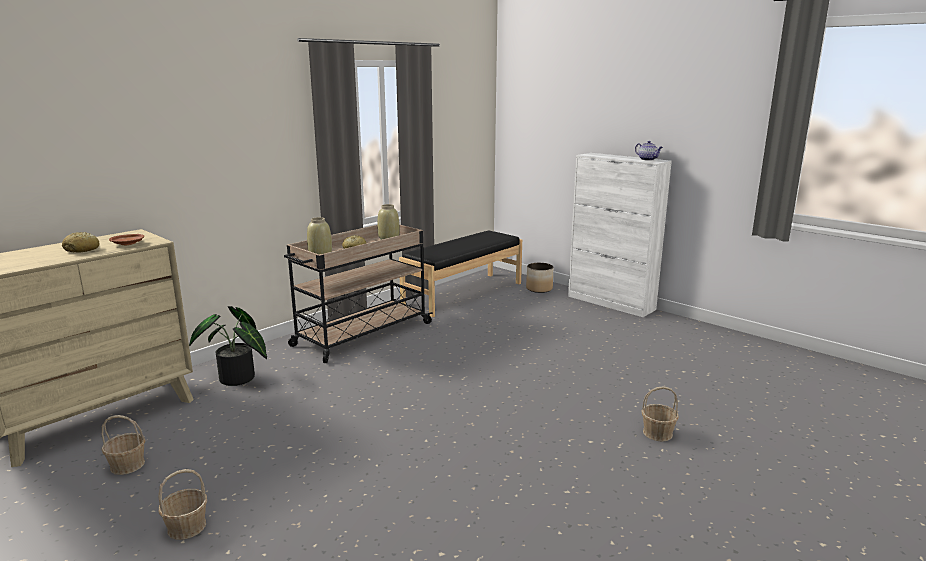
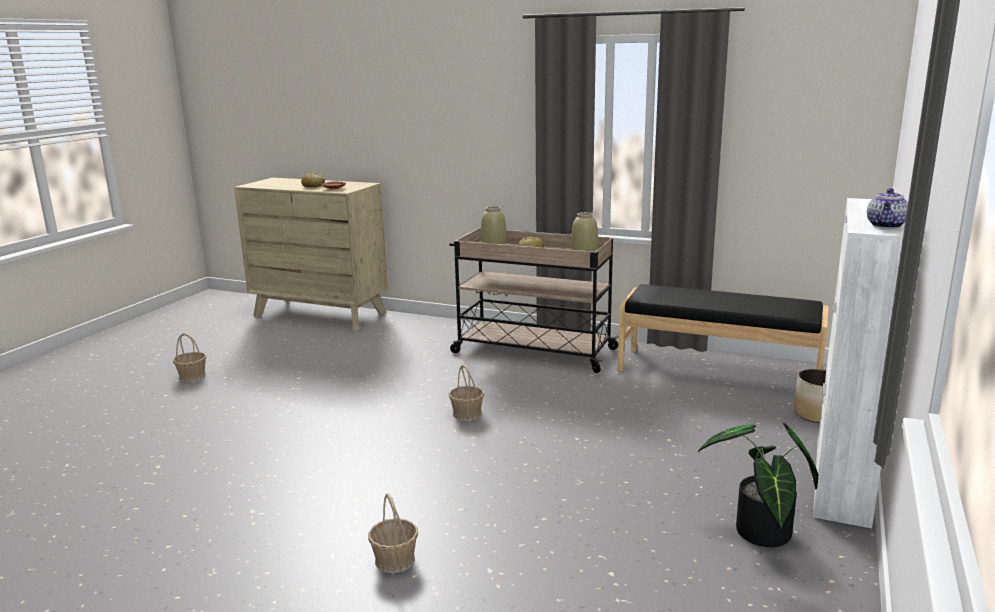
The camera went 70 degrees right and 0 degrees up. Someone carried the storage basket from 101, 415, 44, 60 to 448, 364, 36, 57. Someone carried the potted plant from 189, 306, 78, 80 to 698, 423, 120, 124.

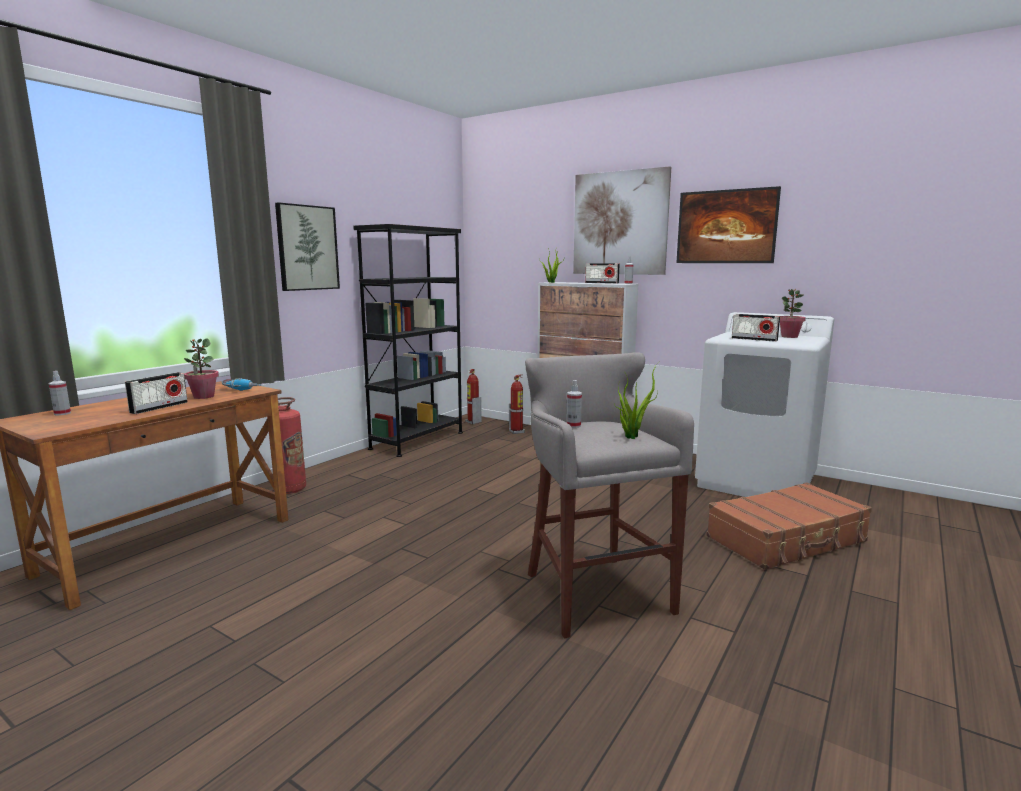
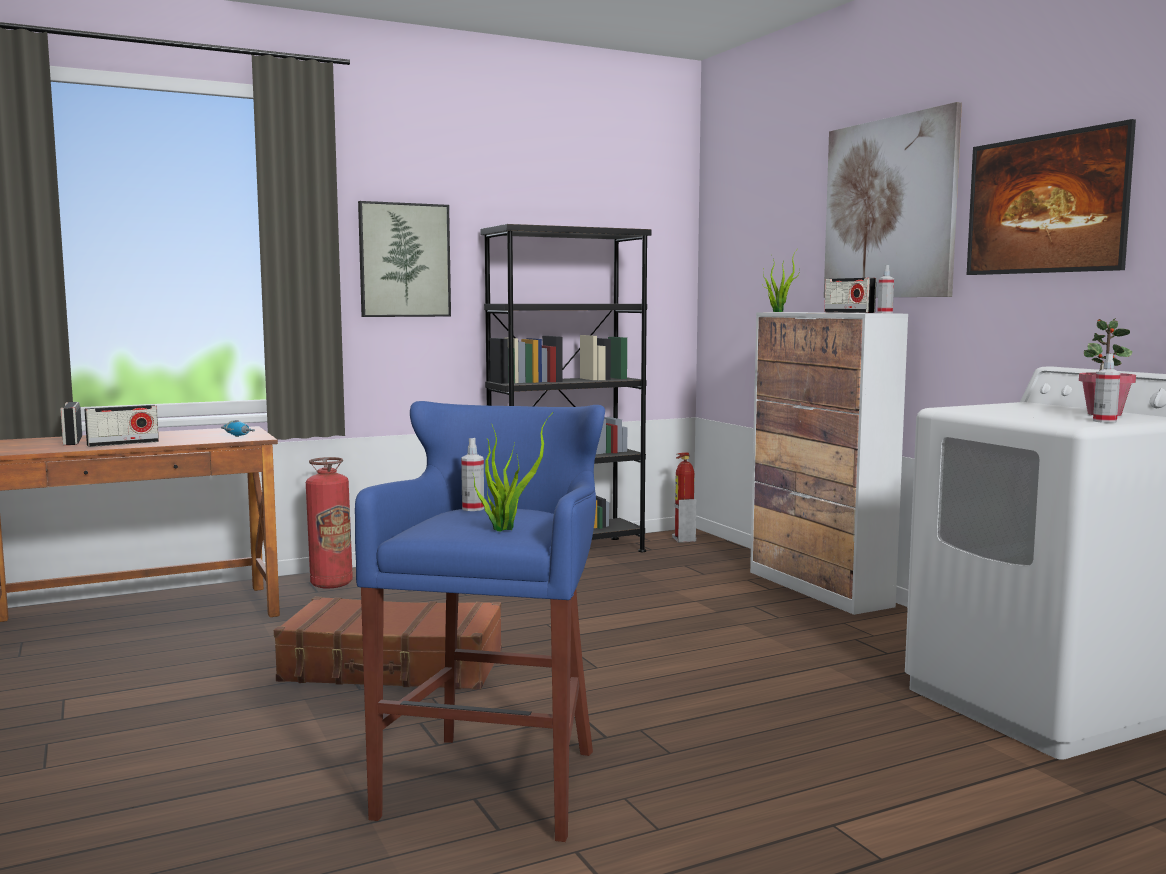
The camera went 30 degrees right and 5 degrees down. Someone carried the radio from 732, 314, 48, 28 to 60, 402, 22, 43. Someone carried the brownish travel case from 706, 482, 166, 88 to 274, 597, 228, 93. Someone repainted the greyish stool at 525, 352, 169, 287, which became the blue stool at 355, 401, 250, 441. Someone carried the sprayer from 49, 371, 22, 44 to 1093, 353, 28, 70. Someone took away the potted plant at 184, 338, 35, 61. Someone took away the extinguisher at 509, 374, 16, 60.

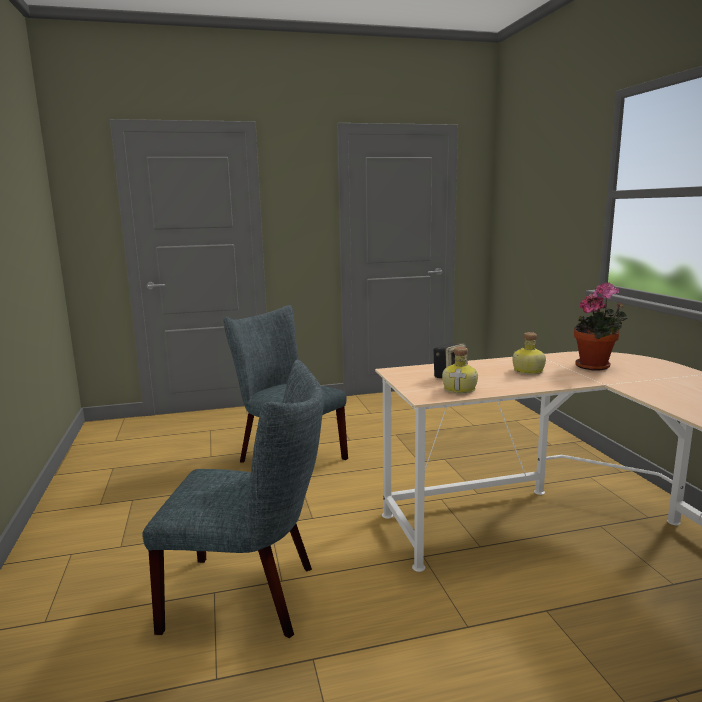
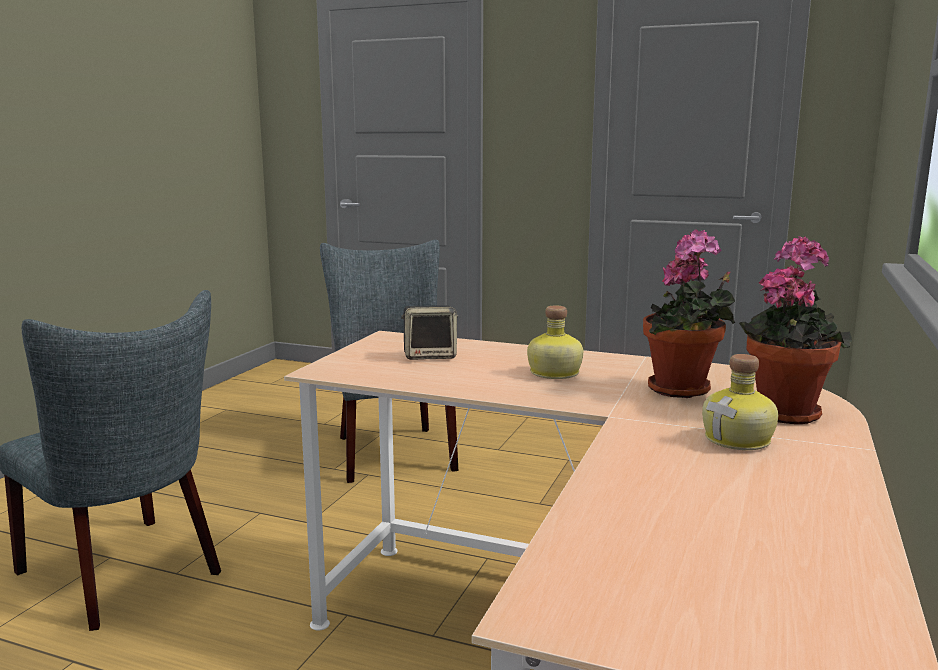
The camera went 35 degrees right and 0 degrees up. Someone carried the drink bottle from 442, 347, 36, 46 to 702, 354, 76, 96. Someone put down the potted plant at 739, 236, 113, 188.

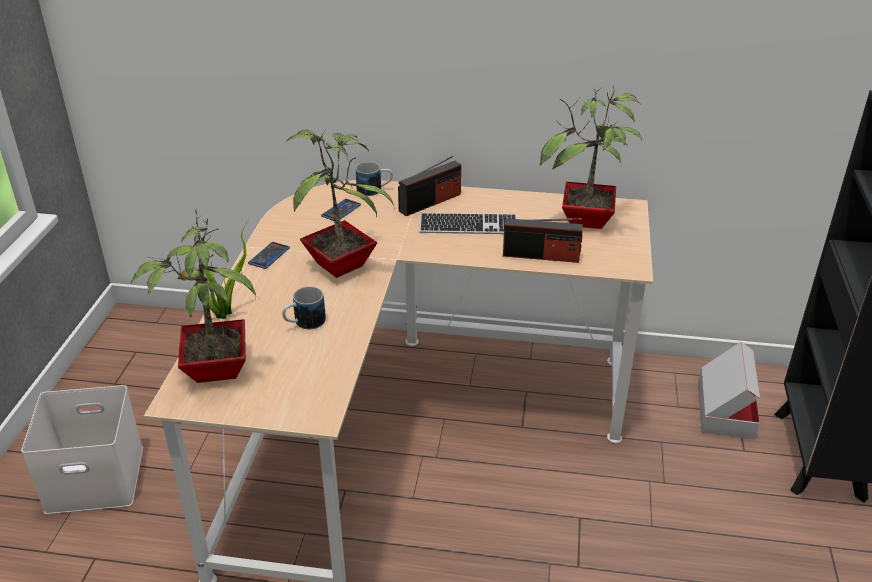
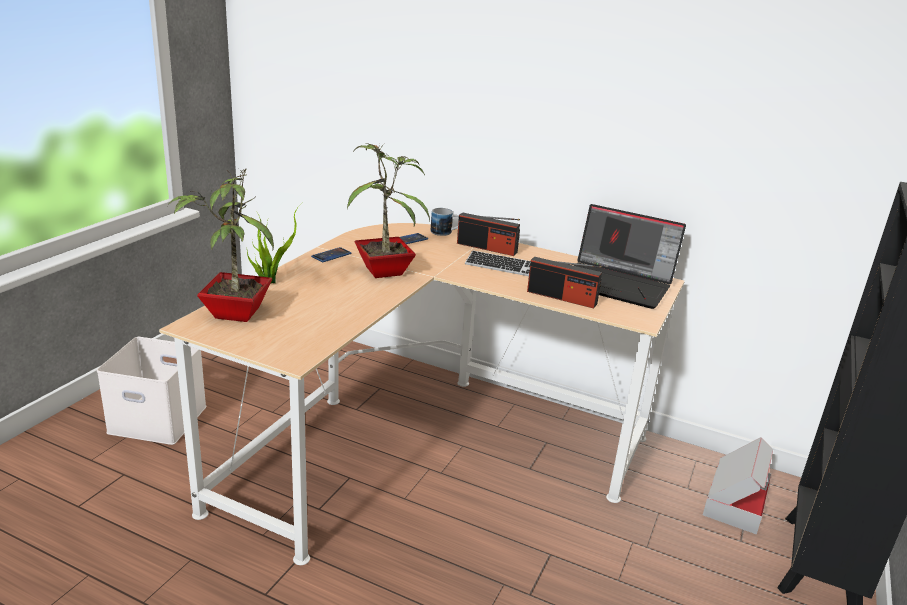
The camera went 15 degrees right and 10 degrees down. Someone rotated the radio at 398, 156, 63, 60 by 45 degrees clockwise. Someone swapped the potted plant at 540, 86, 102, 143 for the laptop at 574, 204, 112, 105. Someone took away the mug at 282, 286, 44, 43.

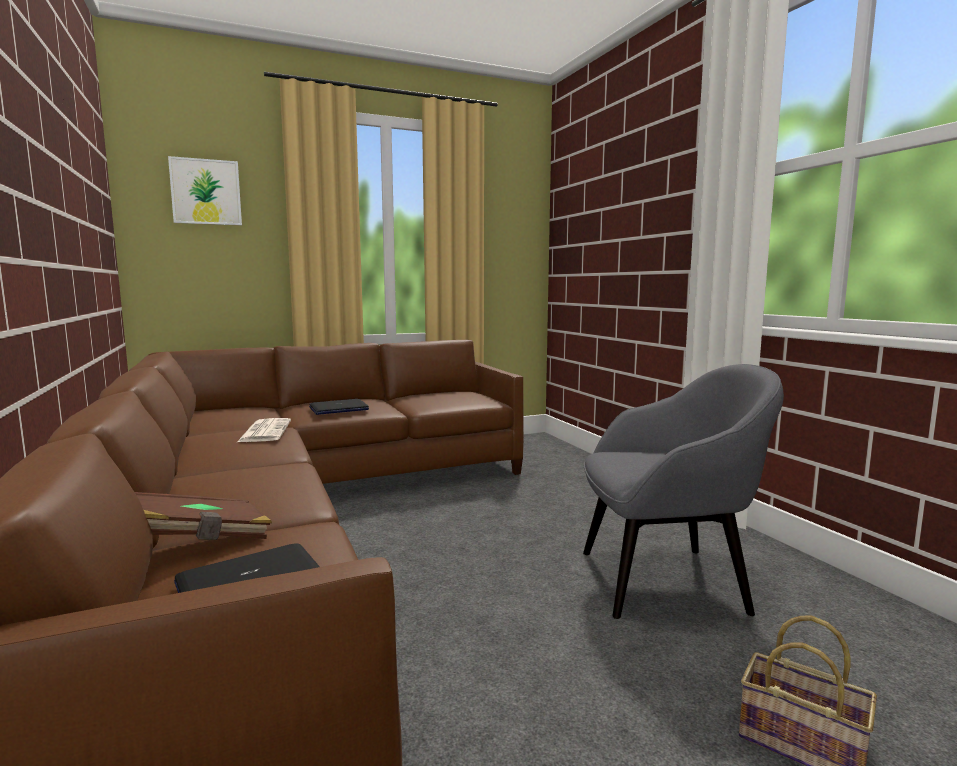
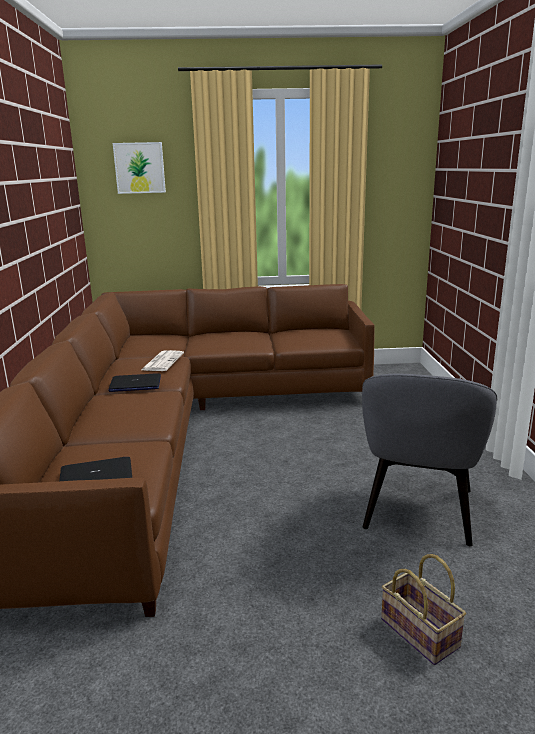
The camera went 20 degrees right and 10 degrees up. Someone carried the laptop from 309, 399, 60, 16 to 108, 373, 53, 19. Someone rotated the greyish lounge chair at 583, 364, 201, 255 by 90 degrees clockwise. Someone took away the brownish book at 135, 492, 137, 48.

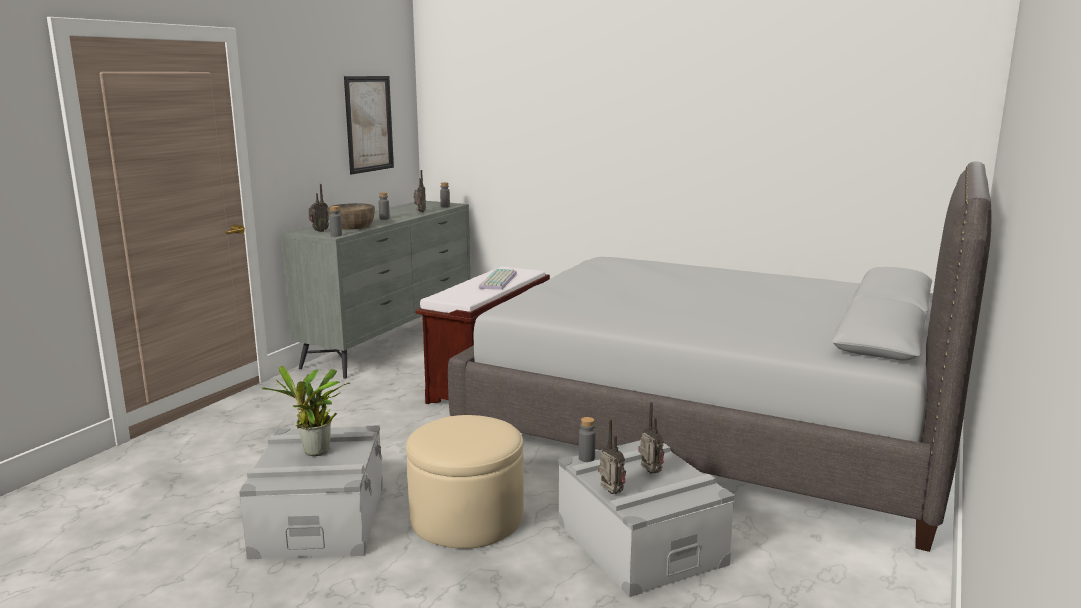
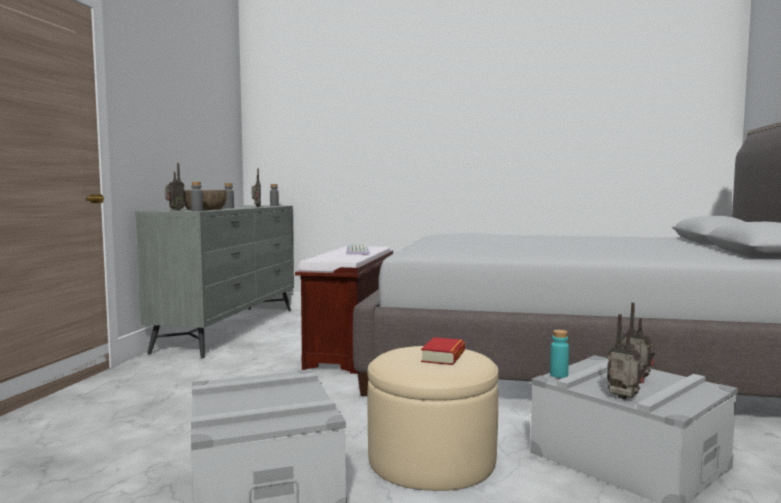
The camera went 15 degrees left and 10 degrees down. Someone put down the book at 421, 337, 44, 28. Someone repainted the greyish drink bottle at 579, 417, 17, 45, which became the turquoise-coloured drink bottle at 550, 330, 19, 48. Someone took away the potted plant at 261, 366, 89, 90. Someone took away the wall art at 344, 76, 50, 98.

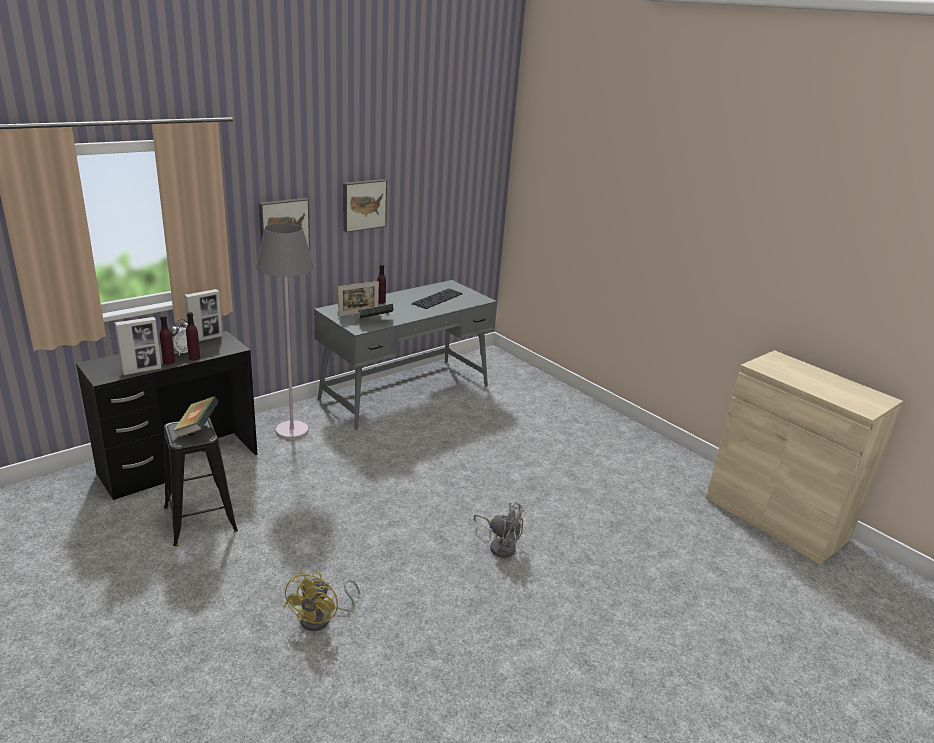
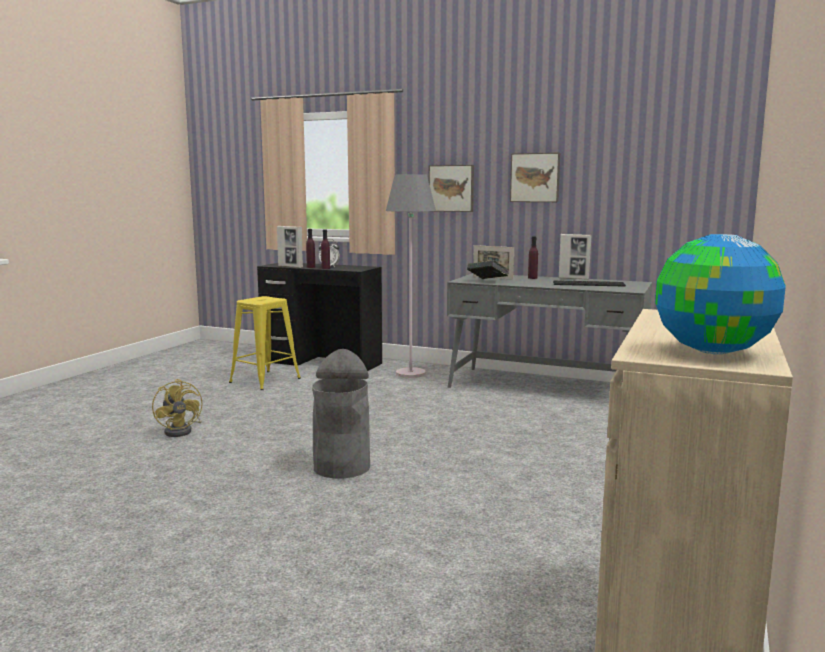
The camera went 65 degrees right and 15 degrees down. Someone rotated the yellow cooling fan at 284, 572, 76, 59 by 105 degrees counterclockwise. Someone repainted the blackish stool at 164, 418, 74, 128, which became the yellow stool at 229, 296, 72, 94. Someone swapped the greyish cooling fan at 474, 503, 50, 55 for the greyish waste bin at 312, 349, 58, 129. Someone carried the picture frame from 184, 289, 39, 52 to 559, 234, 33, 46. Someone put down the world globe at 655, 234, 131, 120. Someone took away the book at 173, 397, 46, 41.

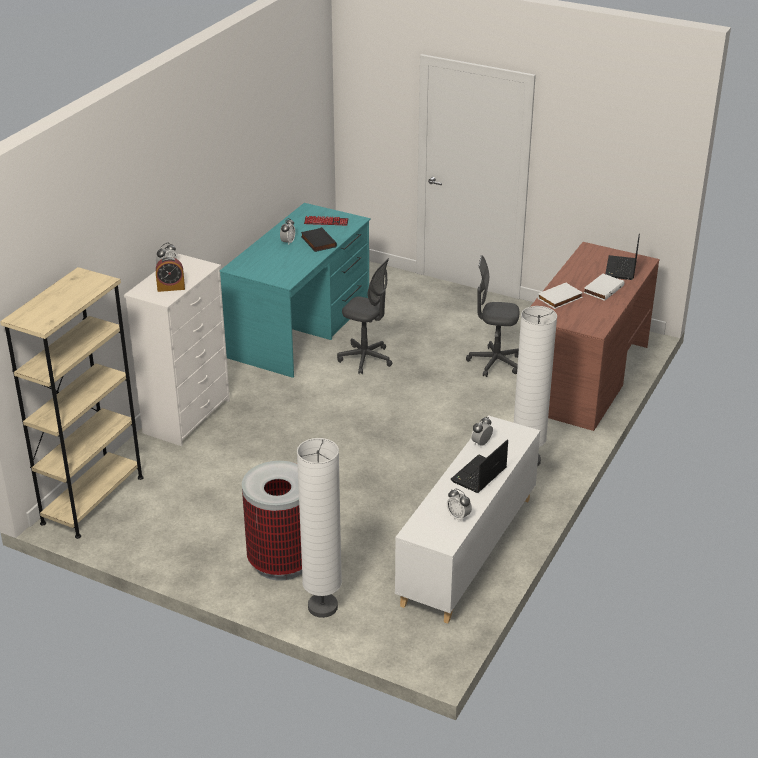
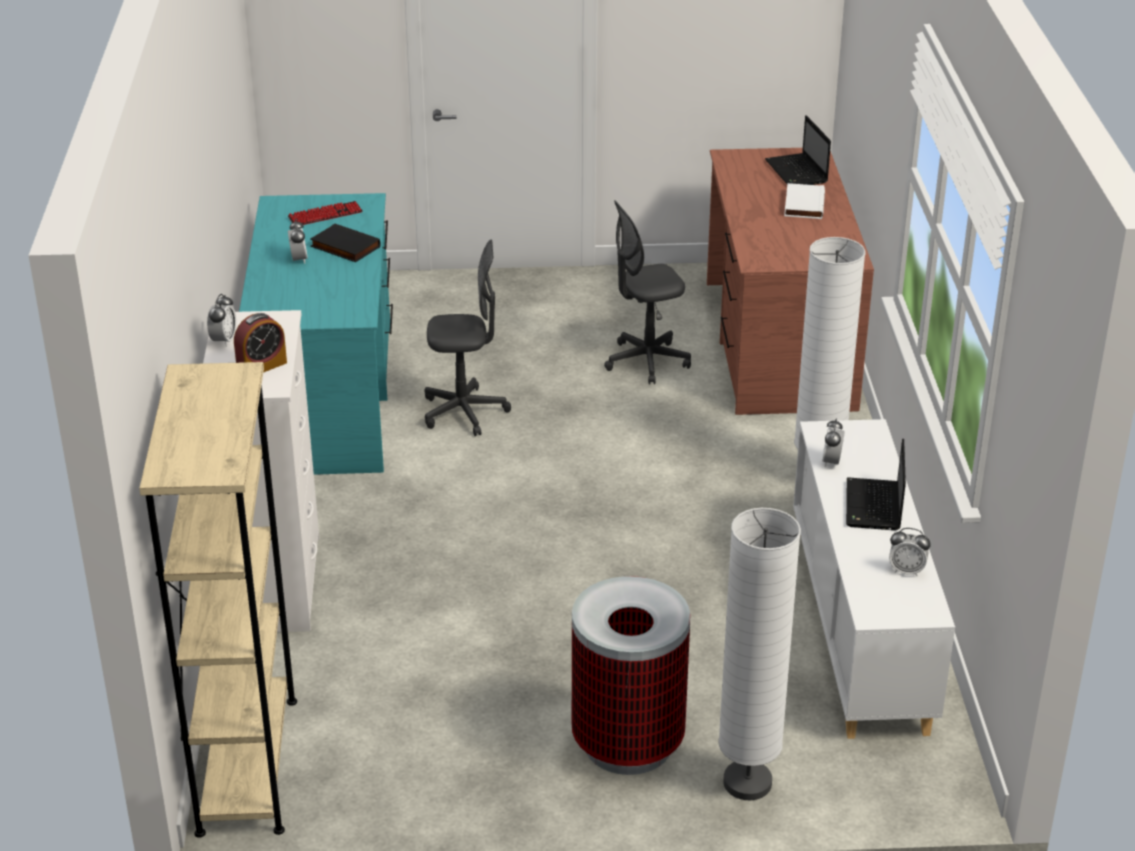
The camera went 30 degrees left and 0 degrees up. Someone took away the white-coloured book at 538, 282, 45, 27.

